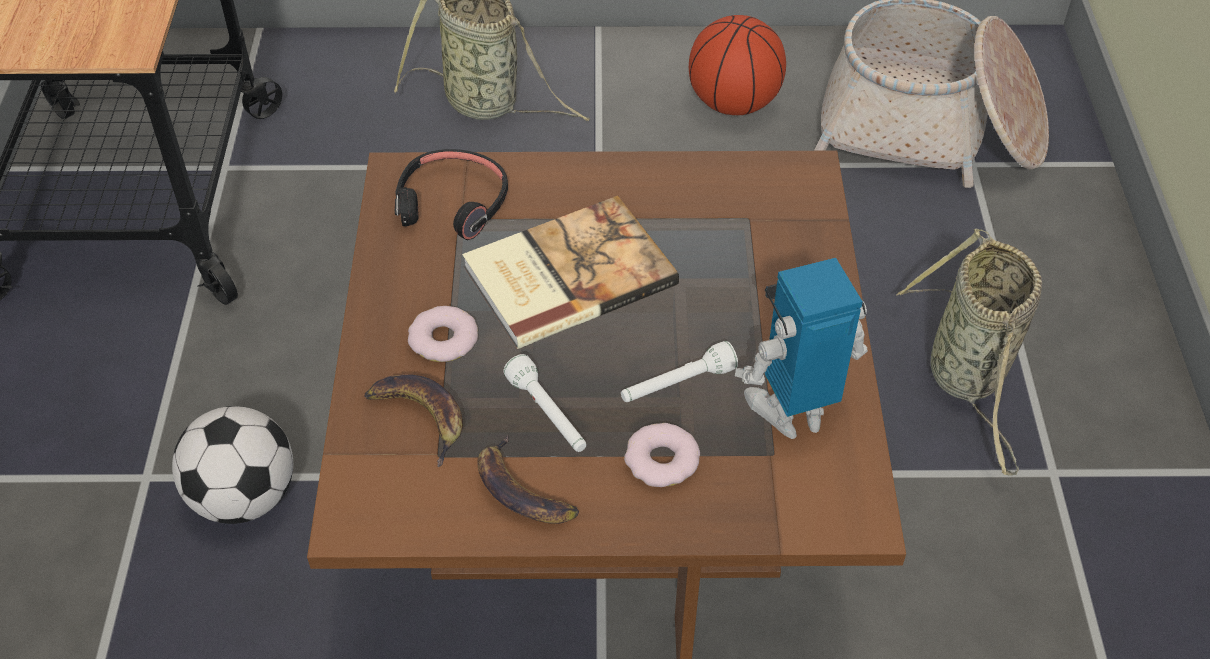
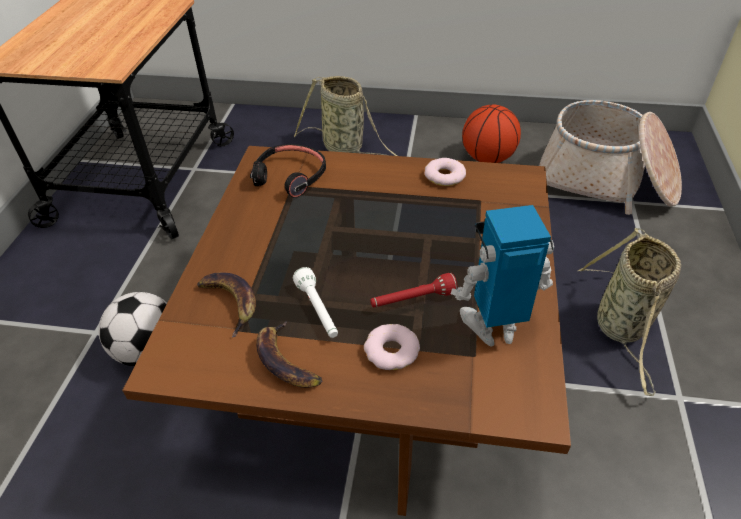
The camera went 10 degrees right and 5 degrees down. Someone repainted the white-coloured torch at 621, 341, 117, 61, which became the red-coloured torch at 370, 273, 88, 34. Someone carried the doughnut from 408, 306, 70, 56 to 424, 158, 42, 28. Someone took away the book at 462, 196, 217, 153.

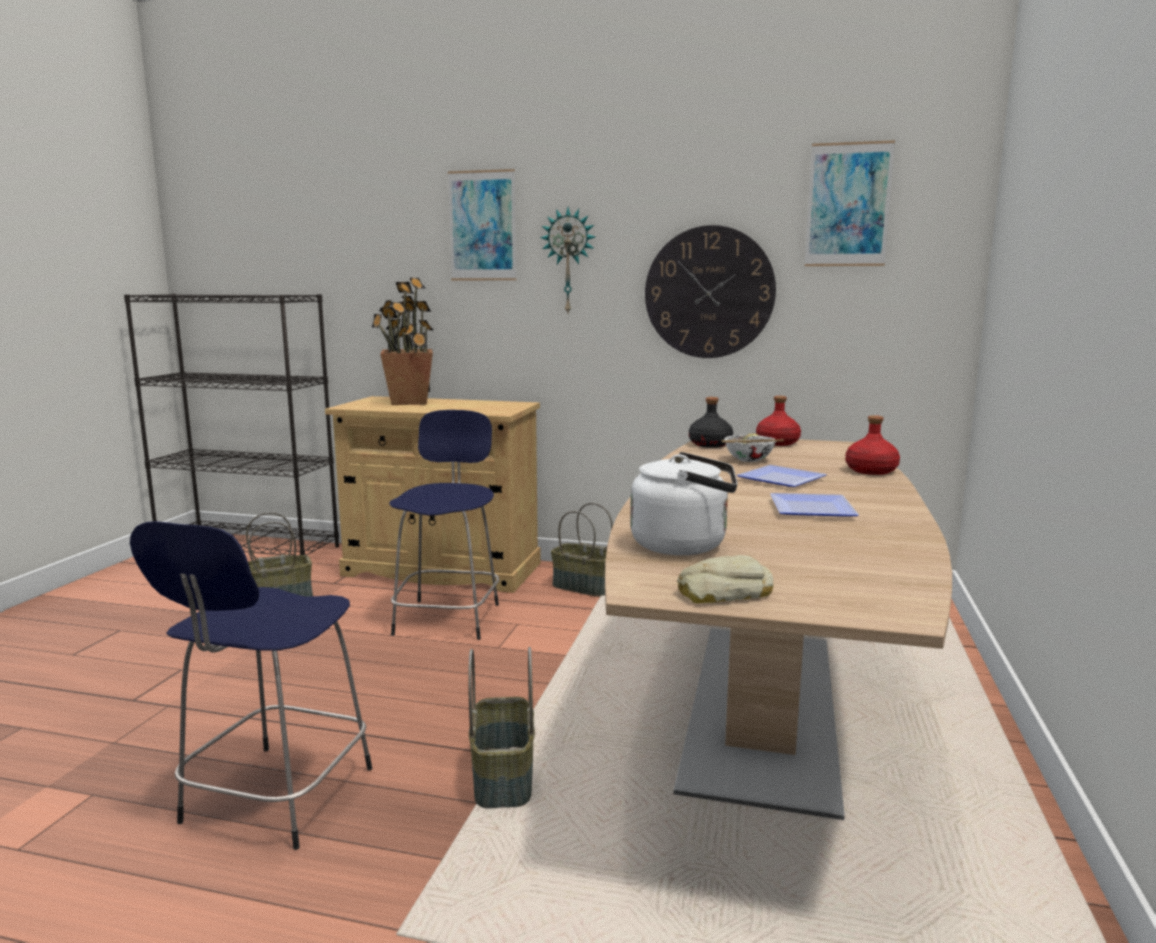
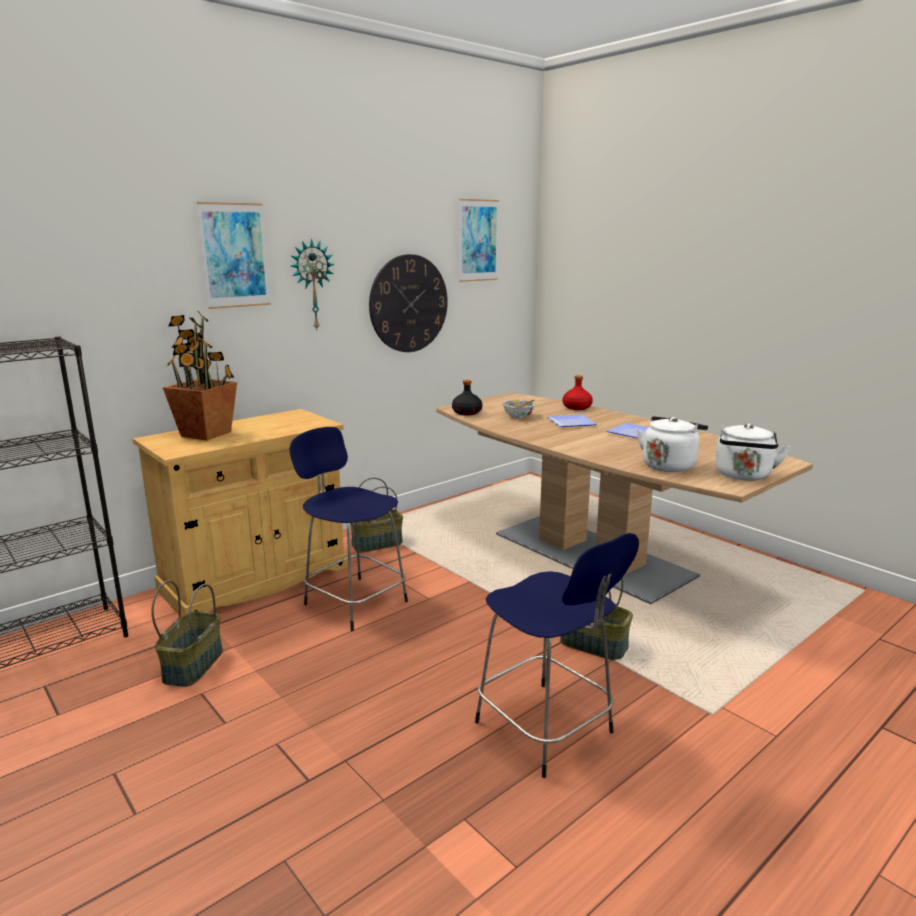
The camera went 55 degrees left and 5 degrees up. Someone swapped the bread at 677, 555, 97, 48 for the white-coloured kettle at 715, 424, 75, 57. Someone took away the red-coloured drink bottle at 756, 396, 45, 50.

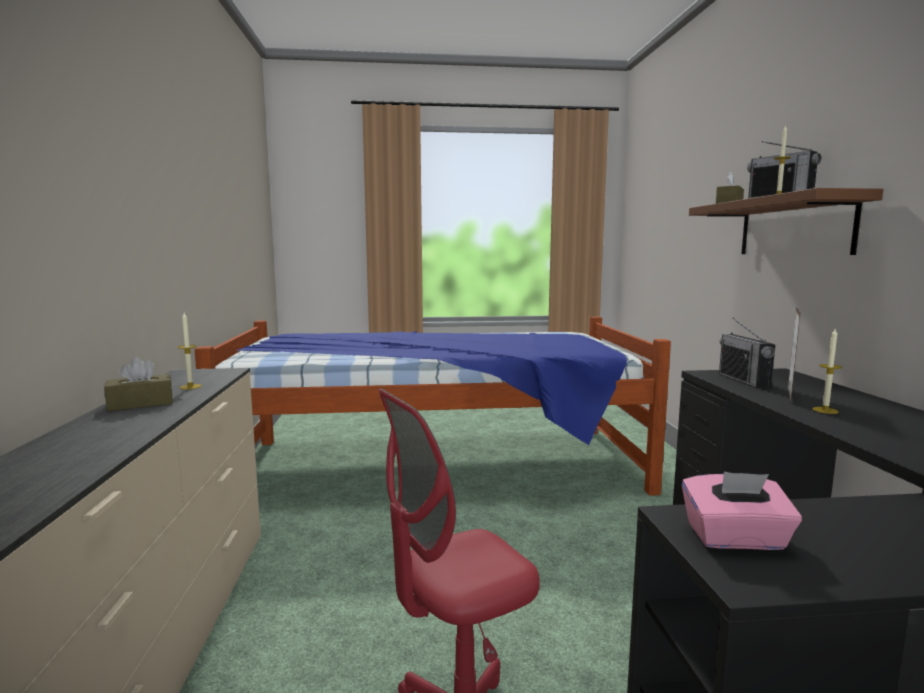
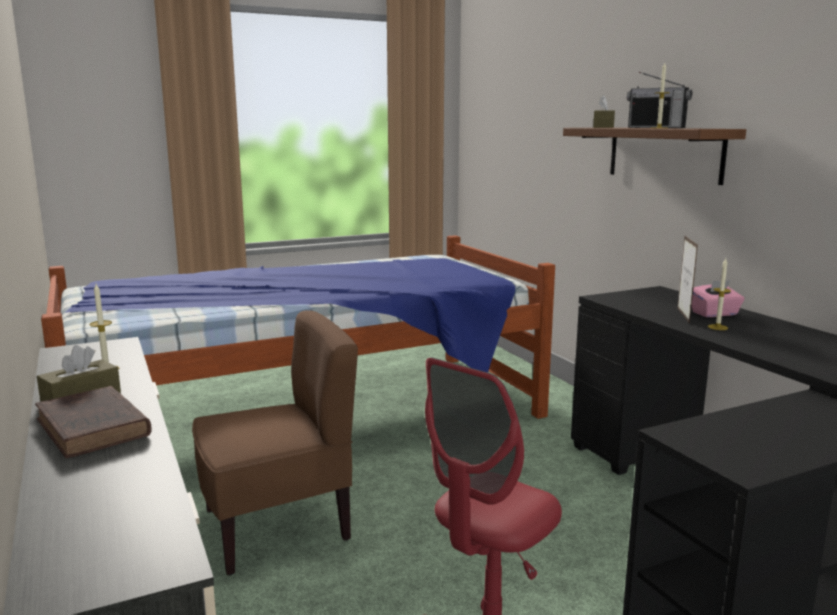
The camera went 20 degrees left and 5 degrees up. Someone put down the brownish book at 35, 386, 117, 72. Someone put down the brownish upright chair at 192, 310, 166, 265. Someone carried the pink-coloured tissue box from 682, 472, 120, 78 to 692, 280, 53, 37. Someone took away the radio at 719, 318, 56, 70.

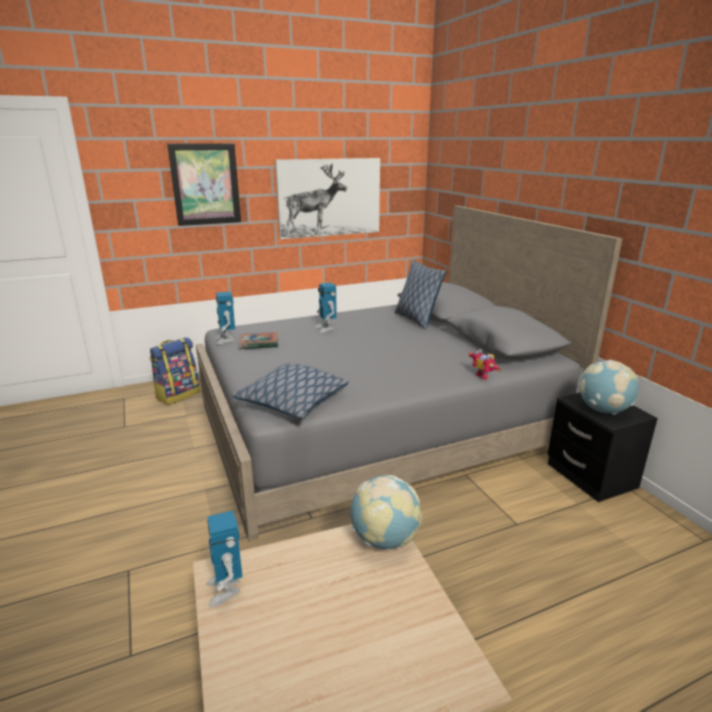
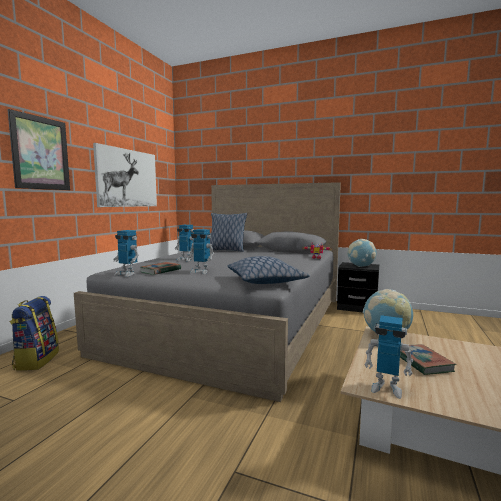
The camera went 45 degrees left and 15 degrees down. Someone put down the toy robot at 188, 229, 26, 45. Someone put down the book at 400, 344, 56, 31.

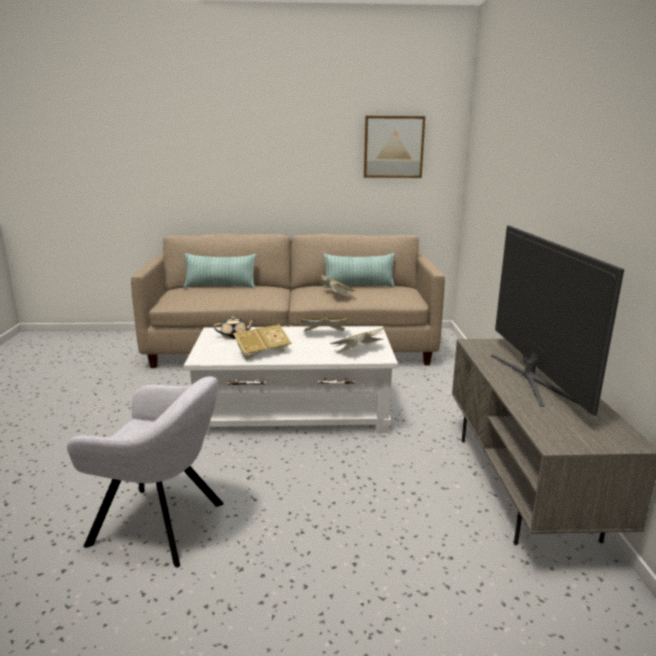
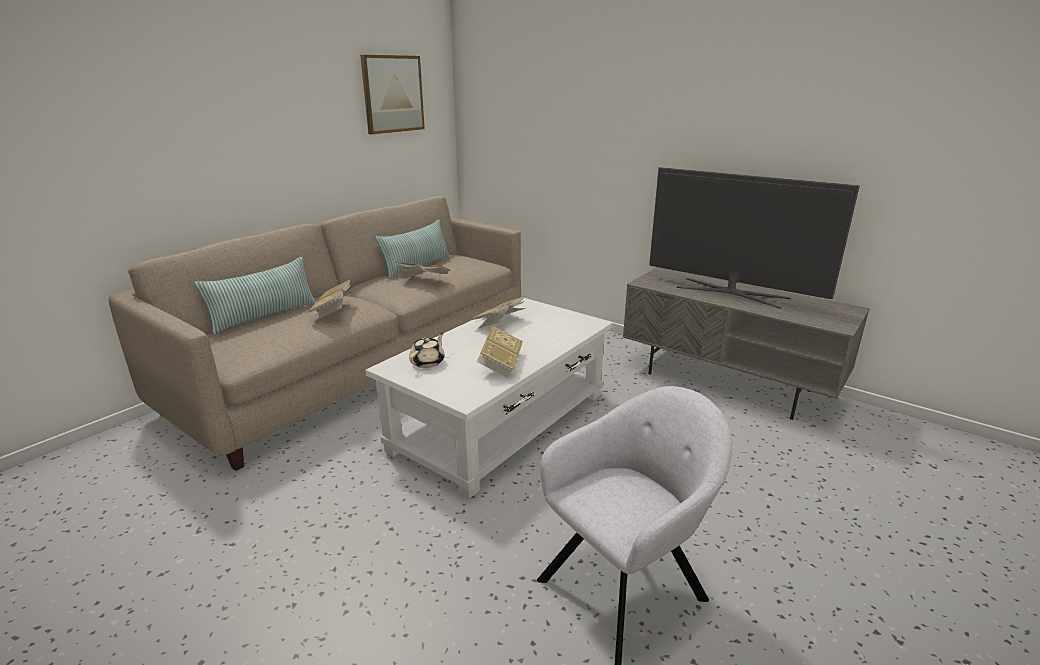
The camera went 50 degrees left and 5 degrees up. Someone carried the book from 329, 327, 56, 26 to 307, 280, 47, 40.

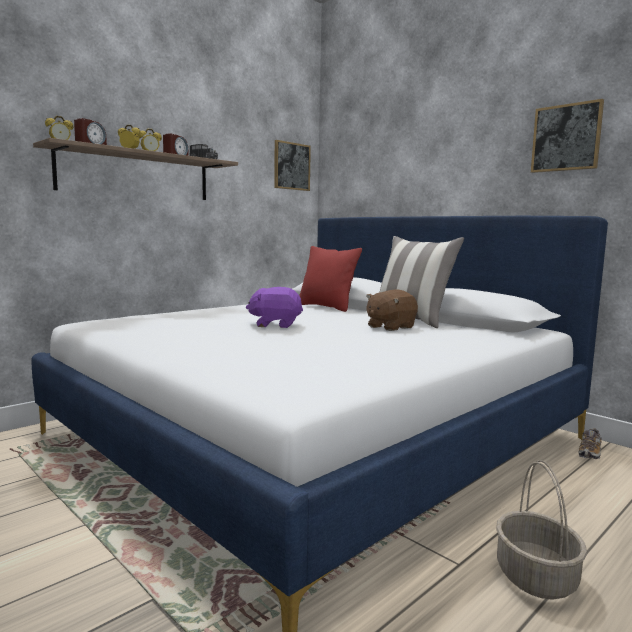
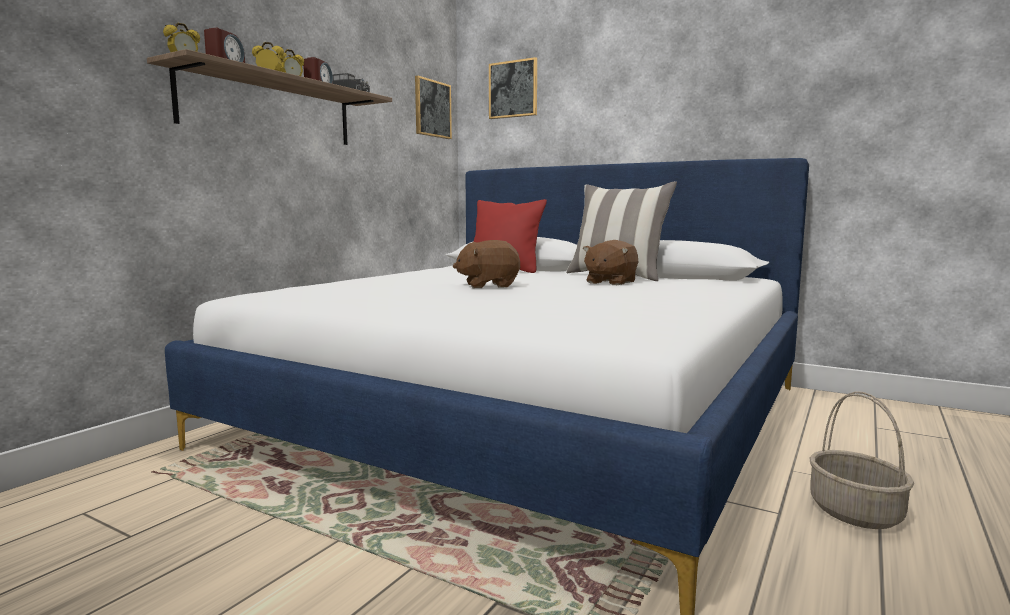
The camera went 15 degrees left and 0 degrees up. Someone repainted the purple-coloured plush toy at 246, 287, 57, 41, which became the brownish plush toy at 453, 240, 68, 48. Someone carried the wall art from 531, 99, 73, 74 to 489, 57, 48, 62. Someone took away the shoe at 579, 428, 23, 31.

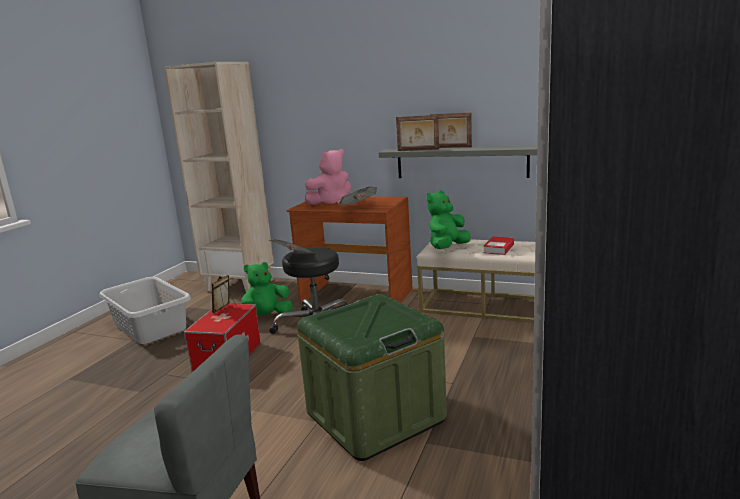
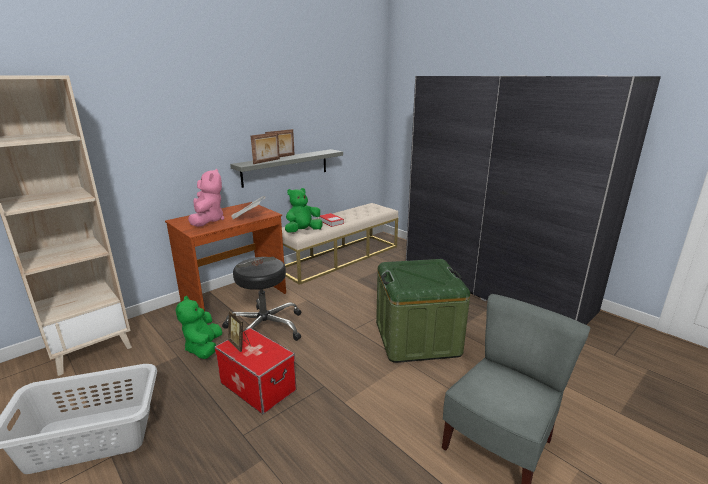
The camera went 65 degrees left and 5 degrees up. Someone rotated the green-coloured plush toy at 427, 191, 43, 58 by 75 degrees clockwise.

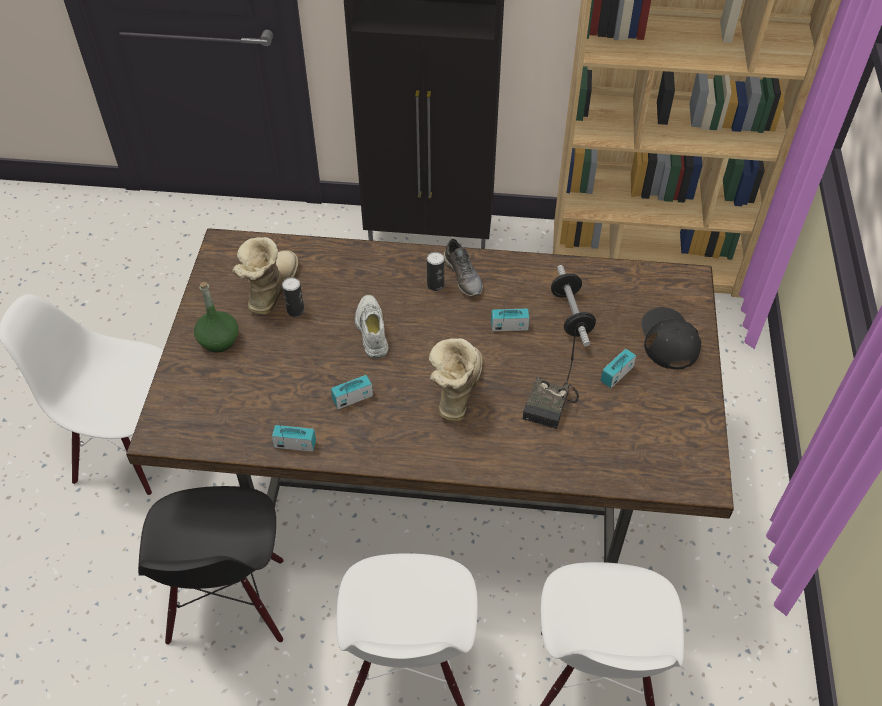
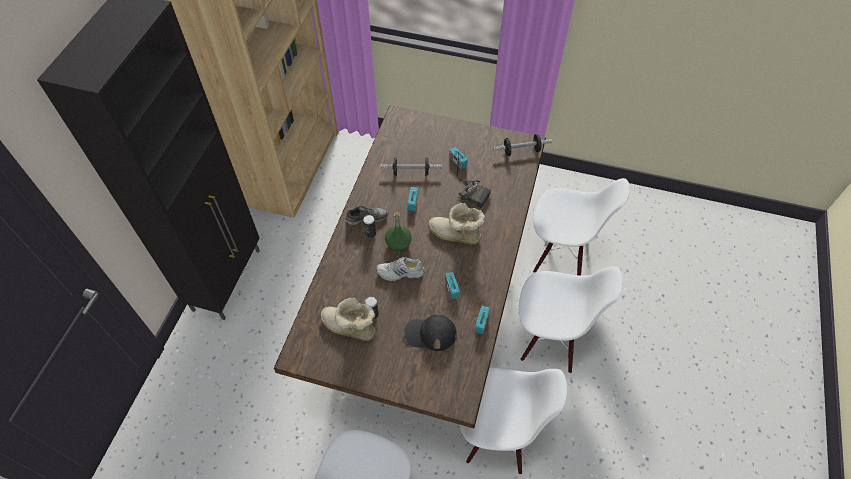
The camera went 80 degrees left and 5 degrees up. Someone carried the green-coloured drink bottle from 194, 282, 44, 70 to 385, 212, 27, 39. Someone carried the blackish baseball cap from 641, 307, 60, 63 to 404, 314, 53, 37. Someone repainted the blackish upright chair at 138, 486, 146, 159, which became the white-coloured upright chair at 459, 367, 108, 107. Someone put down the free weight at 493, 134, 59, 22.

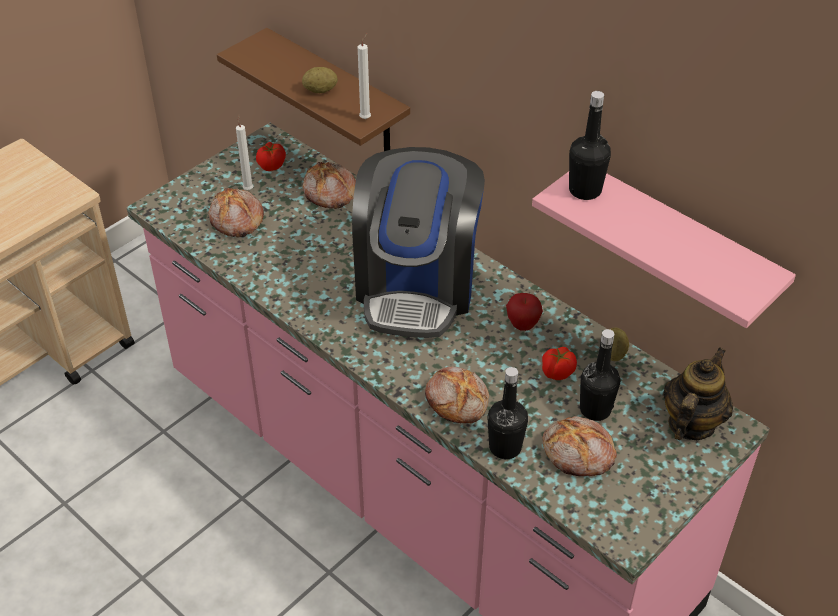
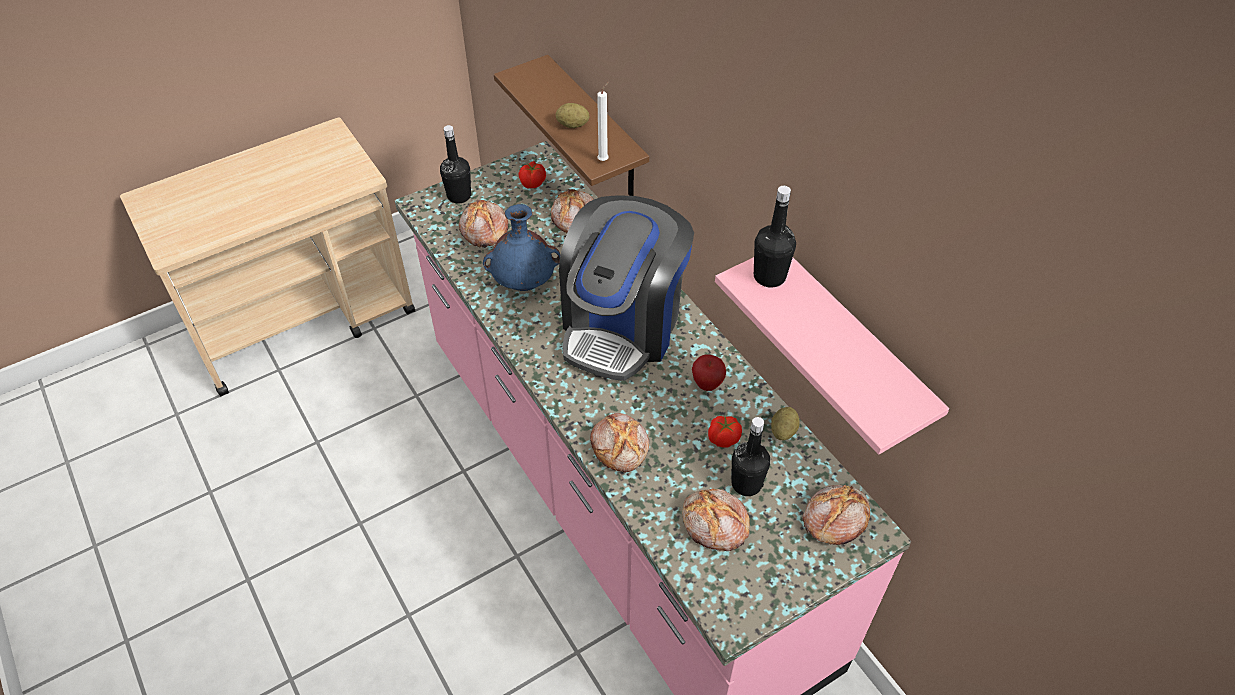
The camera went 15 degrees right and 5 degrees up. Someone carried the blackish drink bottle from 488, 367, 40, 92 to 440, 125, 31, 79. Someone put down the blue decorative vase at 483, 204, 77, 87. Someone swapped the pot for tea at 663, 347, 70, 93 for the bread at 802, 485, 68, 60. Someone took away the white-coloured candle at 236, 115, 17, 75.

